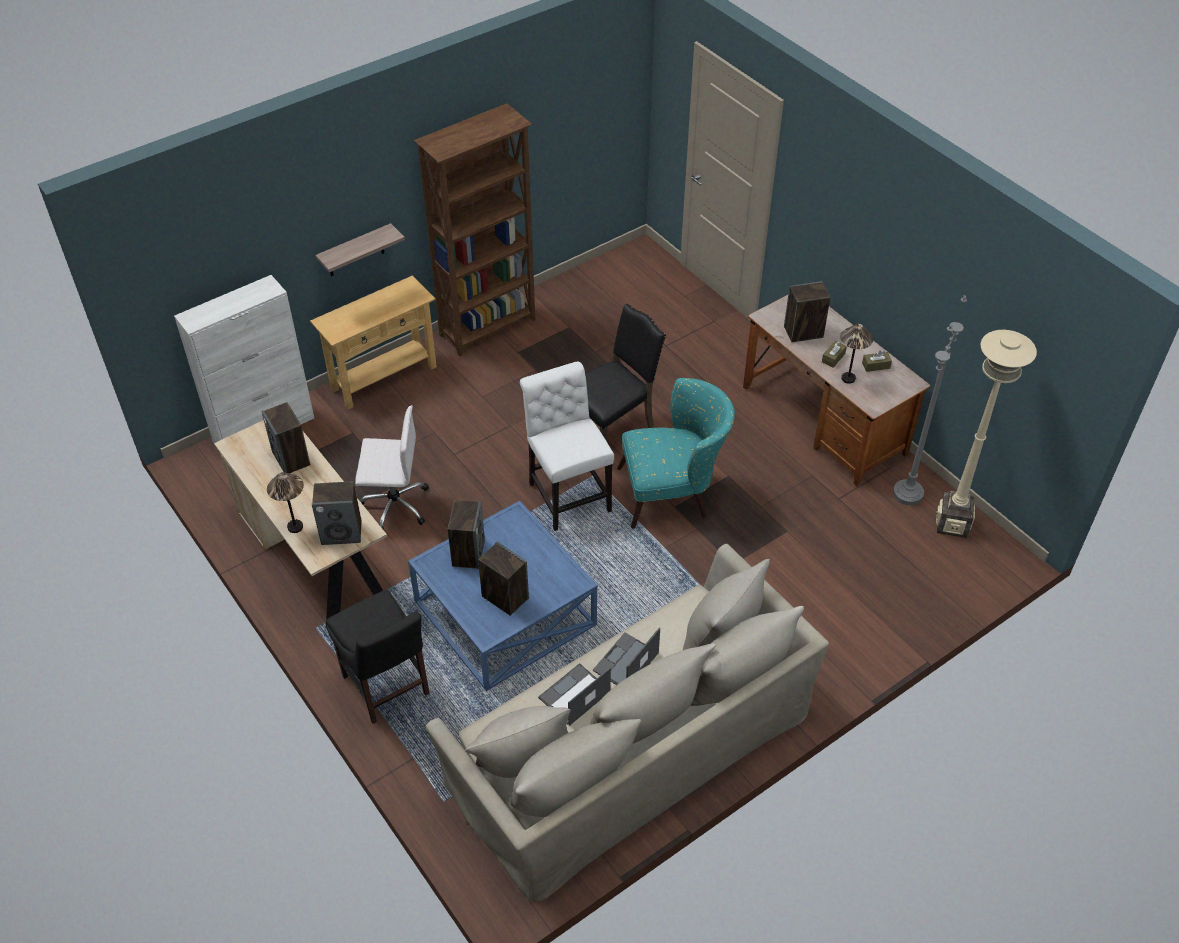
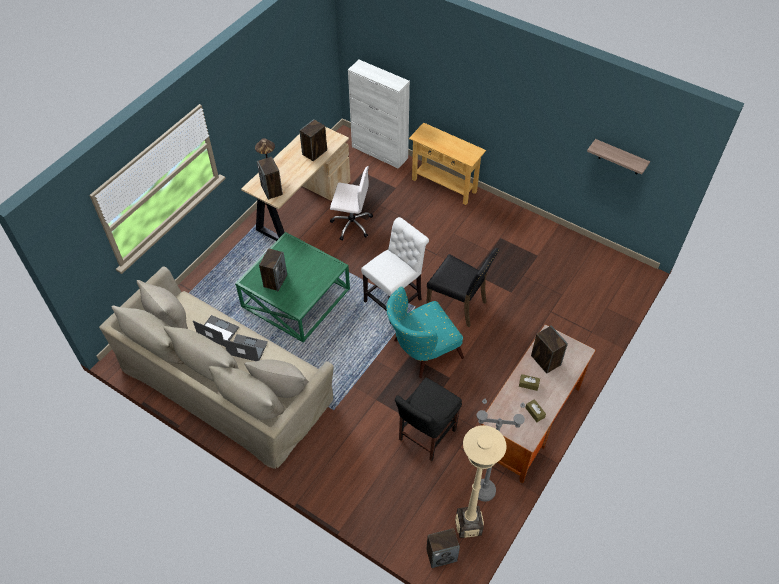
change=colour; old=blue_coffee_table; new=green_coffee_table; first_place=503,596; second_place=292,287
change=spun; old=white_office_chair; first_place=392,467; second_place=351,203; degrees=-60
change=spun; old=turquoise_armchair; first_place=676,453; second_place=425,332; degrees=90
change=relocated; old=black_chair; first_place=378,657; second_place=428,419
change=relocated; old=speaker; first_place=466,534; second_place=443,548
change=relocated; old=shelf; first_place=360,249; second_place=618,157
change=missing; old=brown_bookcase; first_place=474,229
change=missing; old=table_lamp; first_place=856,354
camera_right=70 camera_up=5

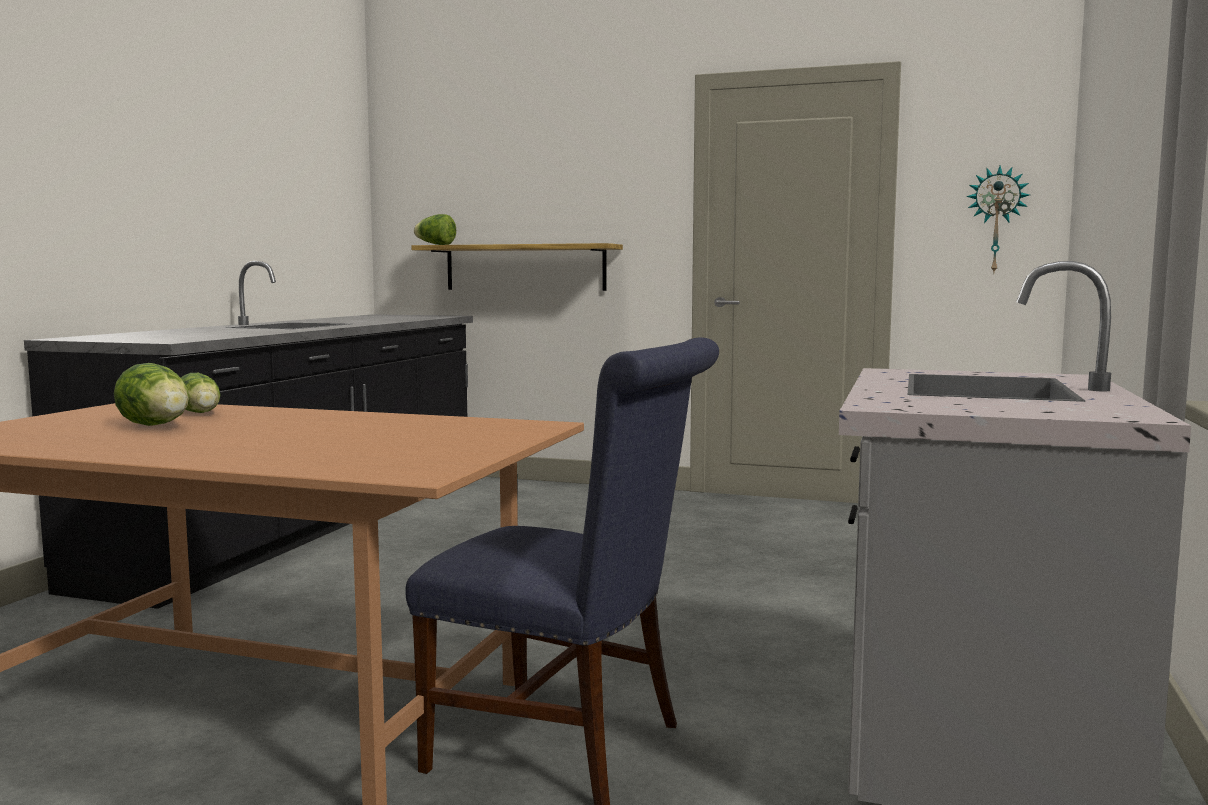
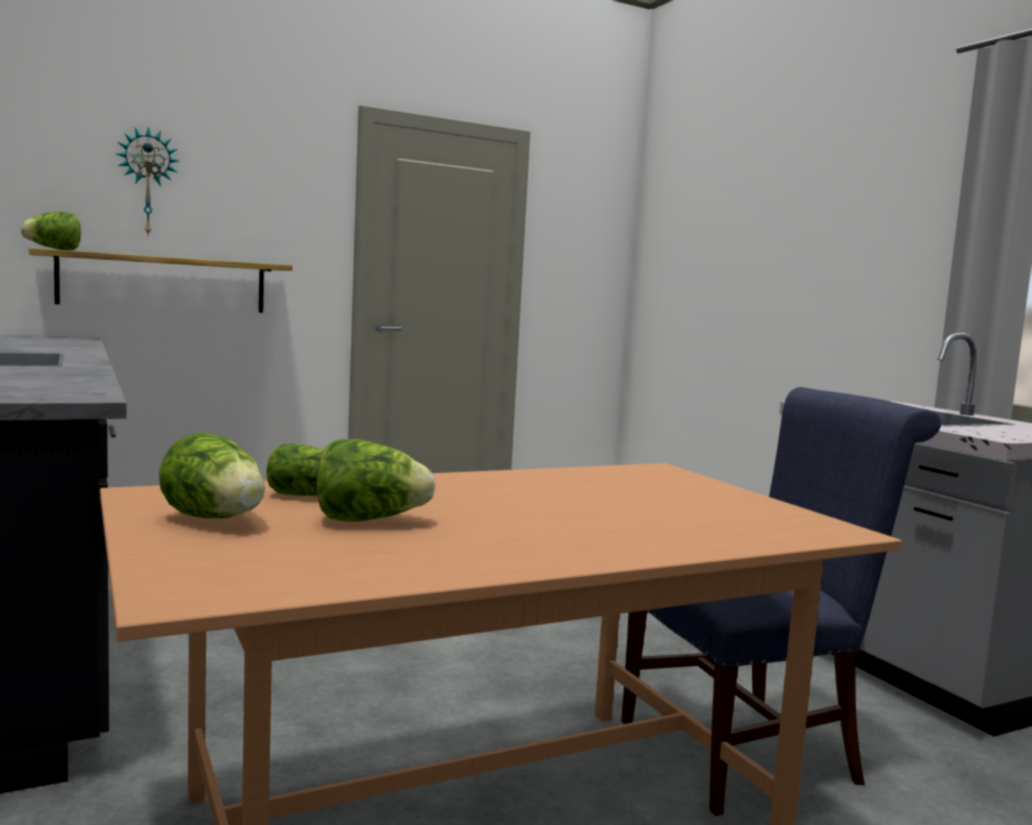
change=relocated; old=wall_clock; first_place=997,220; second_place=147,180
change=appeared; new=lettuce; second_place=212,476
camera_right=-45 camera_up=0

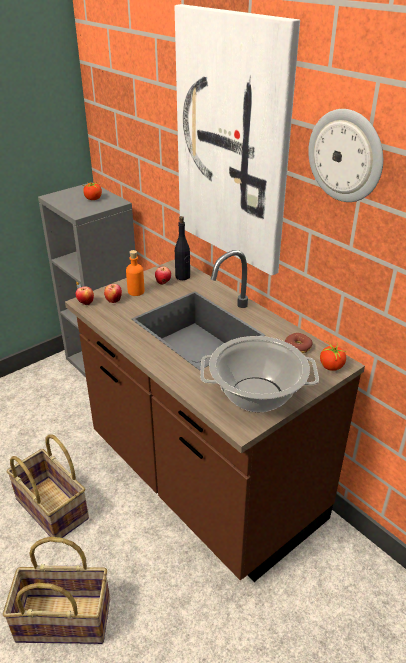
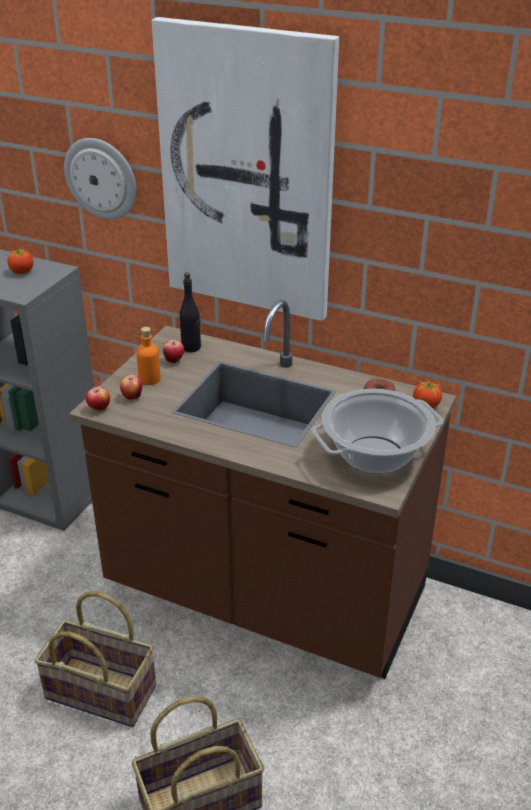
change=relocated; old=wall_clock; first_place=345,155; second_place=100,179
camera_right=-25 camera_up=0

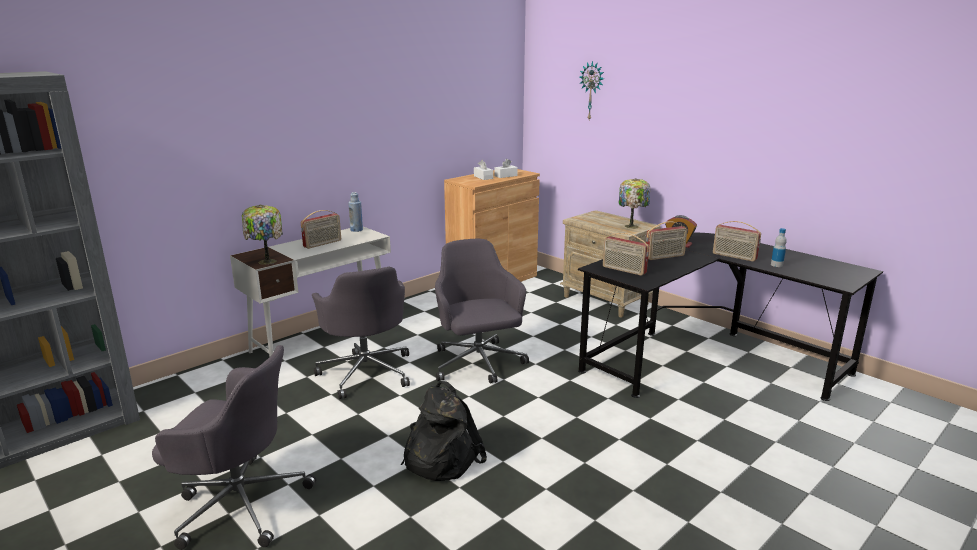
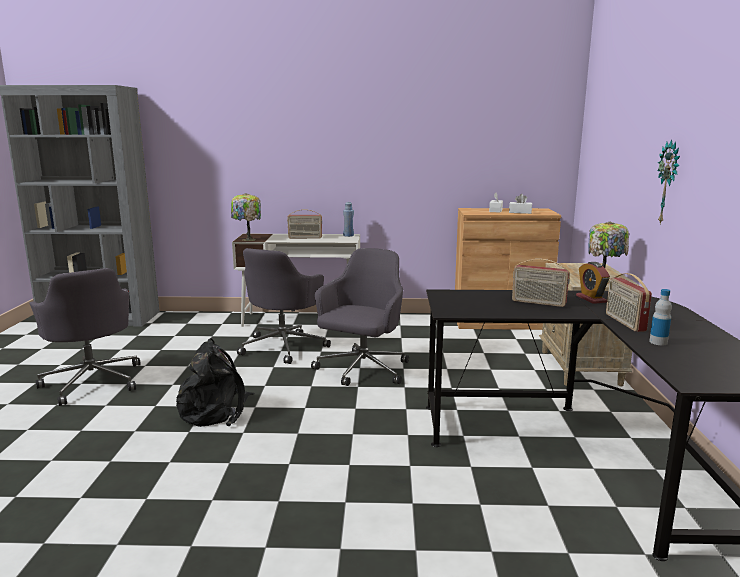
change=relocated; old=wall_clock; first_place=591,90; second_place=669,181
change=missing; old=radio; first_place=626,254
camera_right=45 camera_up=-5

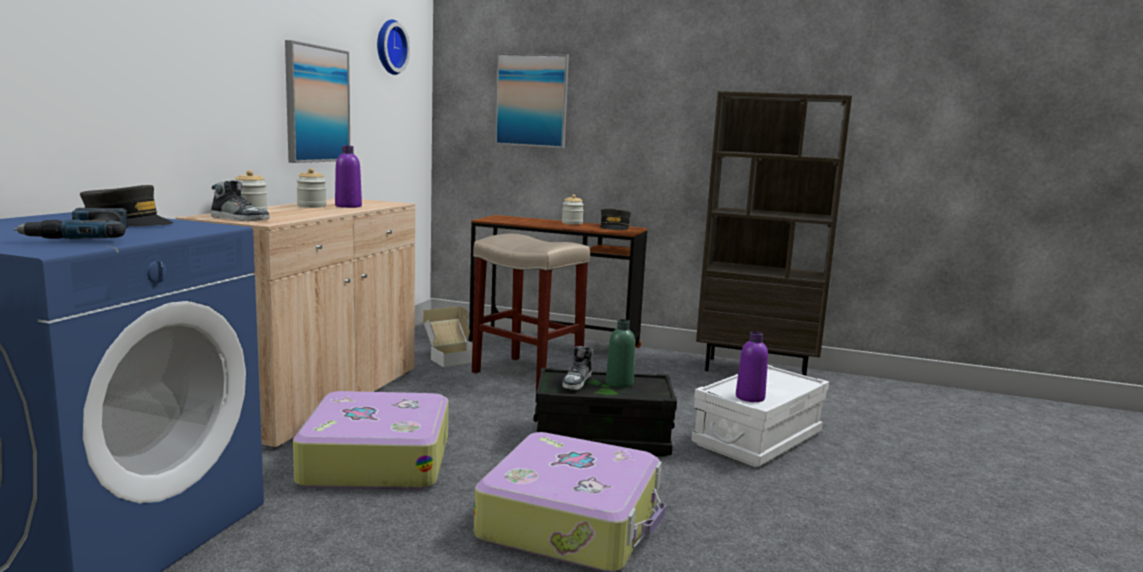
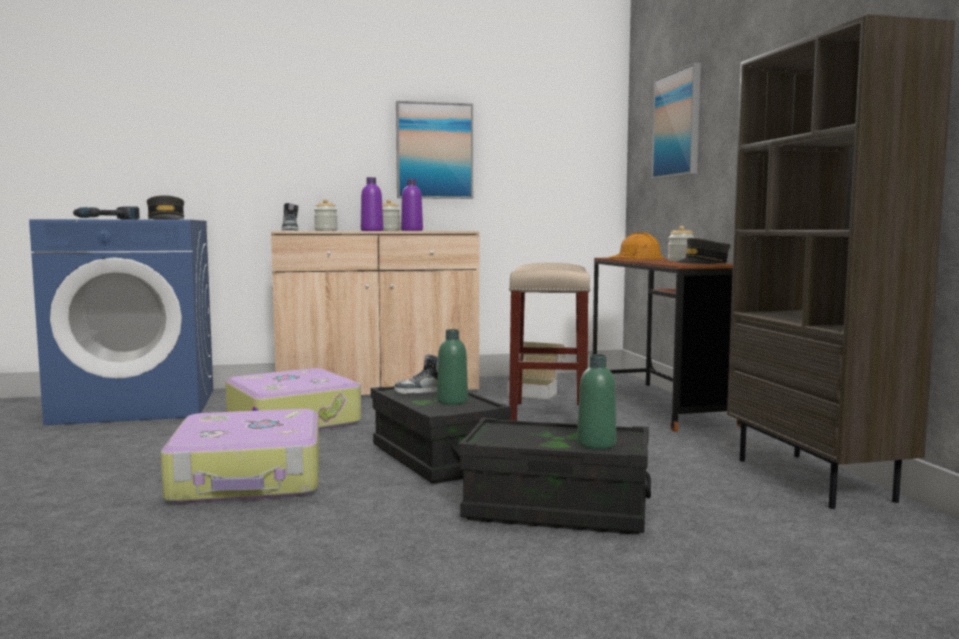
change=relocated; old=purple_bottle; first_place=752,366; second_place=372,204
change=colour; old=white_storage_box; new=black_storage_box; first_place=760,416; second_place=554,476
change=appeared; new=green_bottle; second_place=596,401
change=appeared; new=orange_hard_hat; second_place=635,246
change=missing; old=wall_clock; first_place=393,47
camera_right=60 camera_up=-5

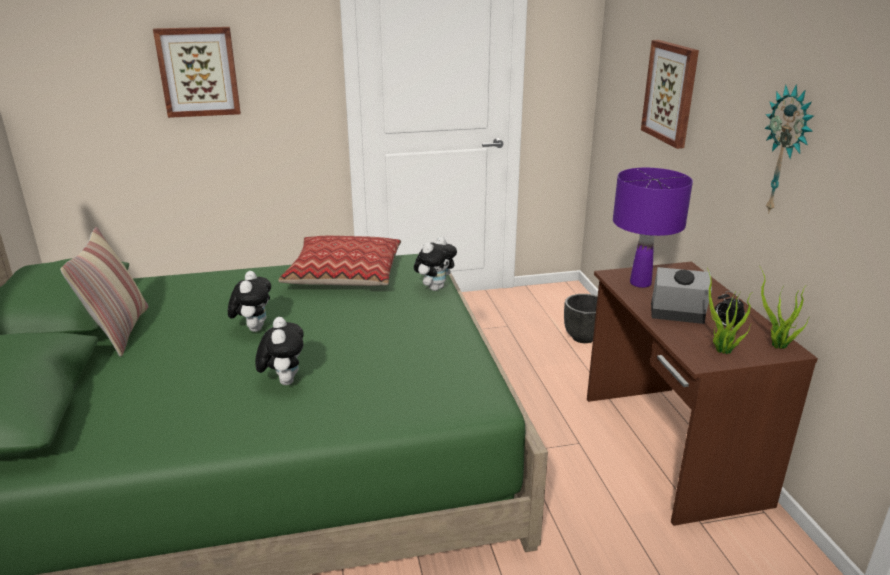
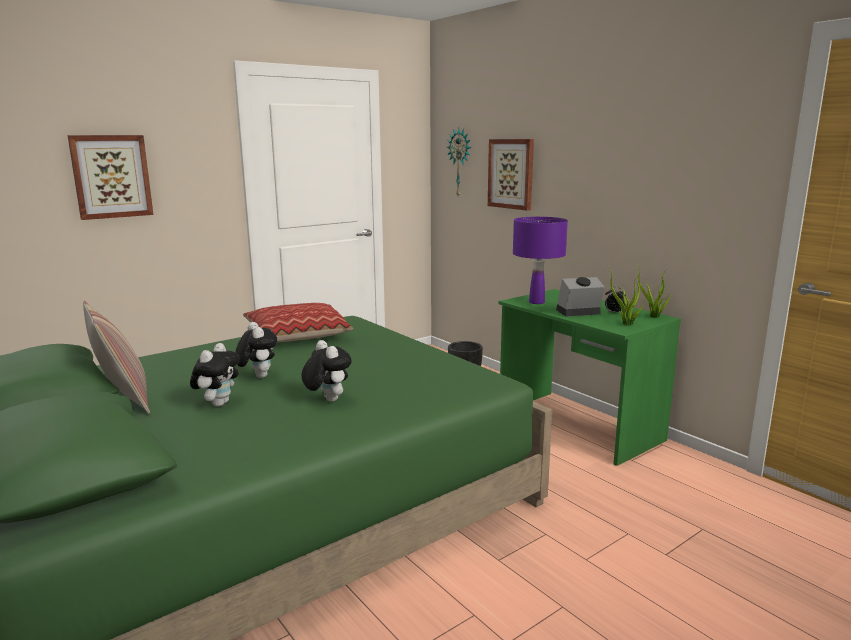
change=relocated; old=plush_toy; first_place=435,264; second_place=215,375
change=relocated; old=wall_clock; first_place=789,149; second_place=459,162
change=colour; old=brown_desk; new=green_desk; first_place=702,394; second_place=589,377
camera_right=-25 camera_up=-10

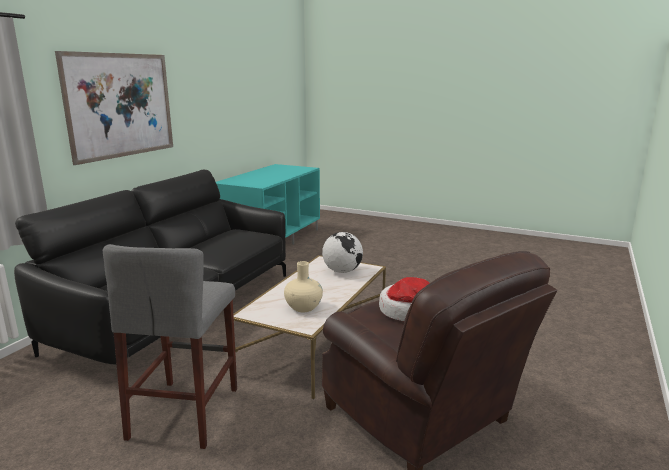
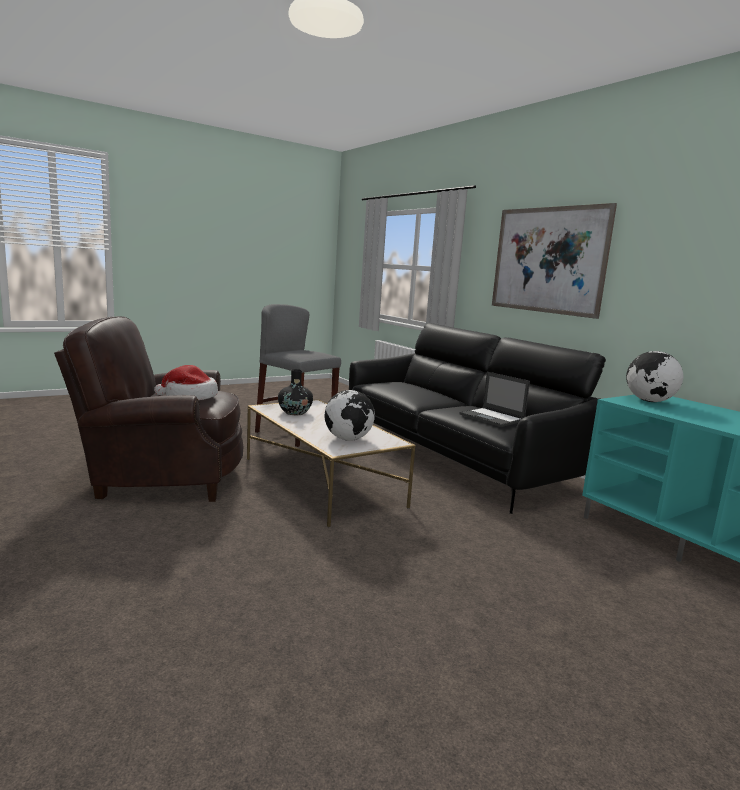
change=colour; old=beige_vase; new=black_vase; first_place=303,286; second_place=295,392
change=appeared; new=laptop; second_place=494,399
change=appeared; new=globe; second_place=654,376
camera_right=120 camera_up=-5

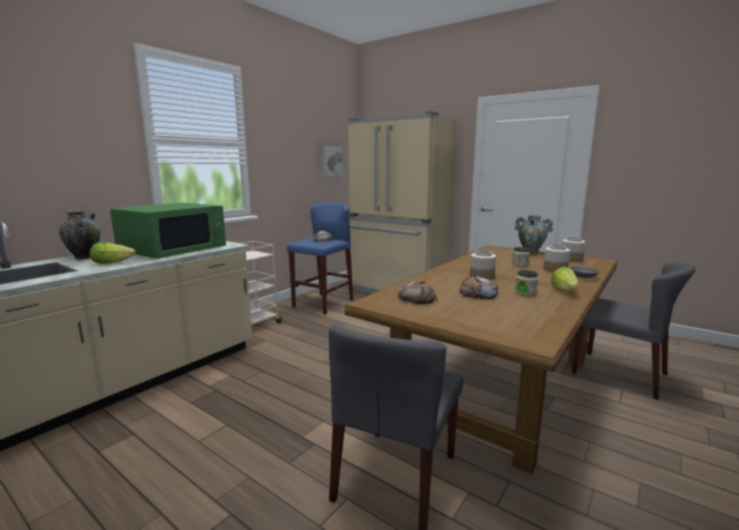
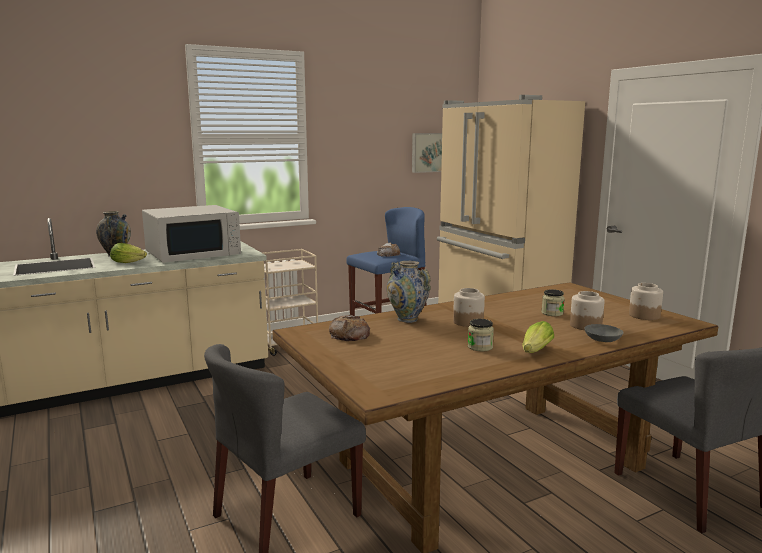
change=colour; old=green_microwave; new=white_microwave; first_place=168,231; second_place=191,234
change=relocated; old=vase; first_place=534,234; second_place=409,292
change=missing; old=bread; first_place=478,287
camera_right=25 camera_up=0

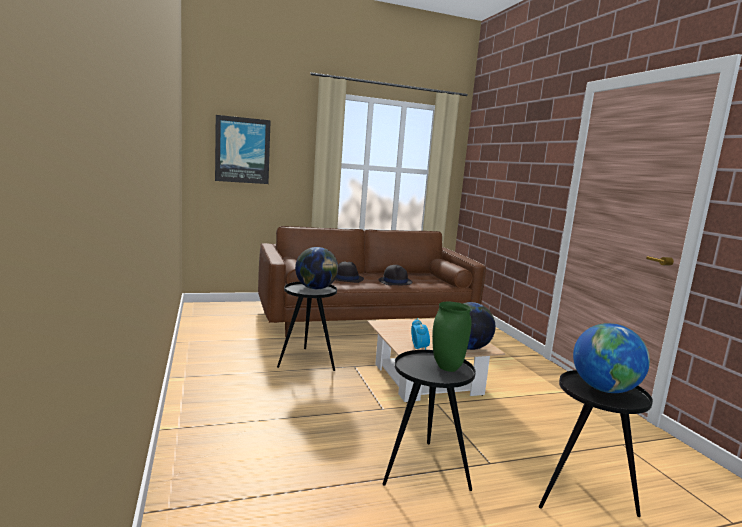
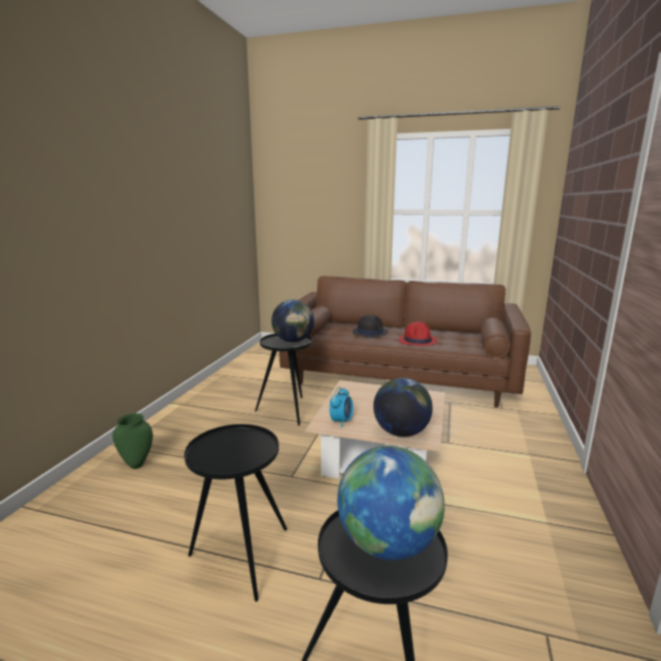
change=relocated; old=green_vase; first_place=452,337; second_place=133,441
change=colour; old=black_hat; new=red_hat; first_place=395,275; second_place=418,334
change=missing; old=picture; first_place=243,149
camera_right=35 camera_up=5

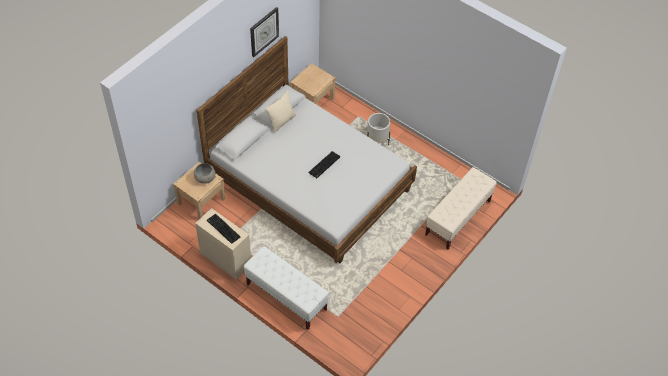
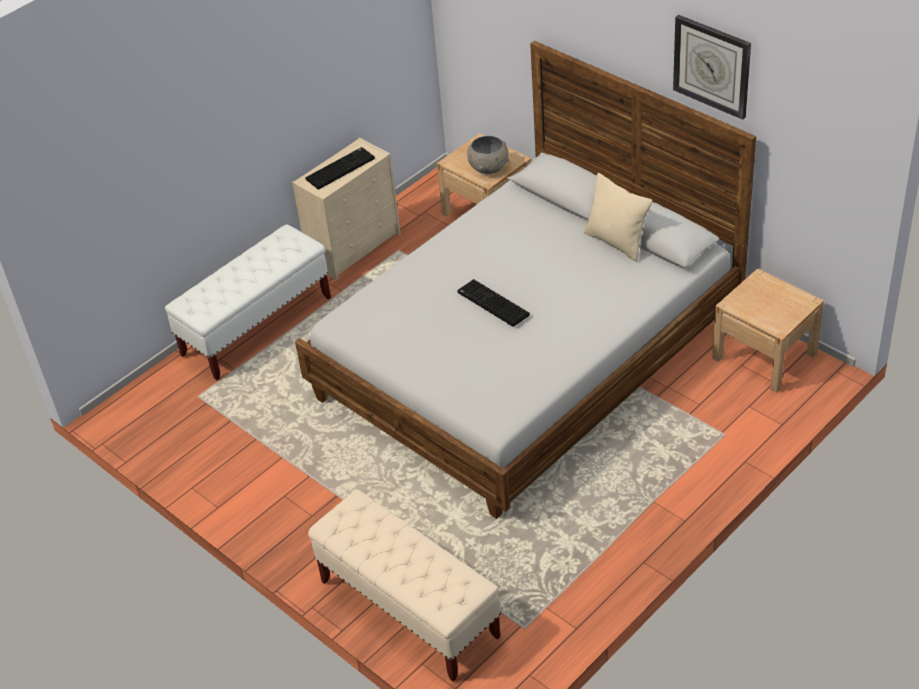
change=missing; old=white_planter; first_place=378,129
camera_right=100 camera_up=-10

